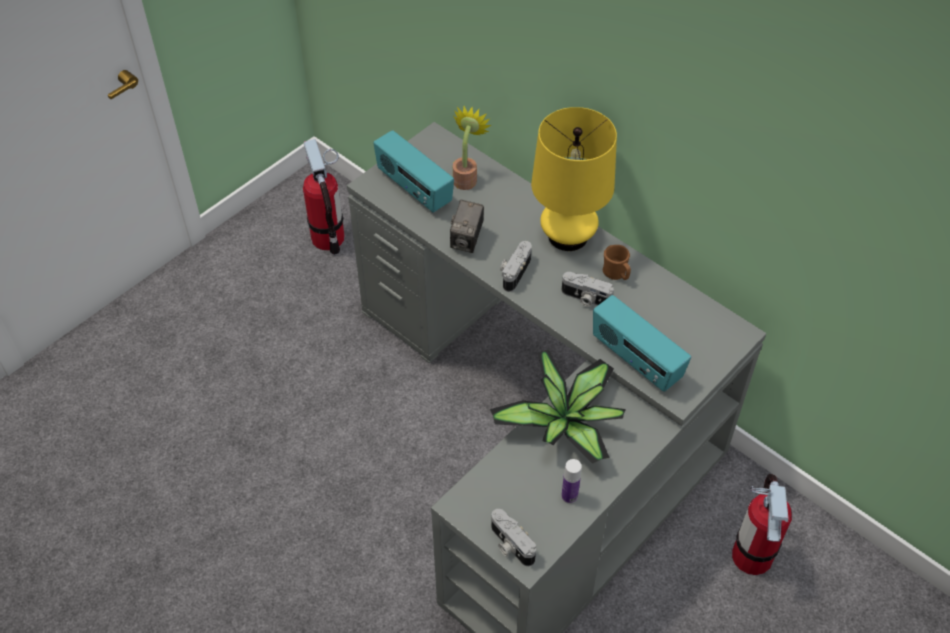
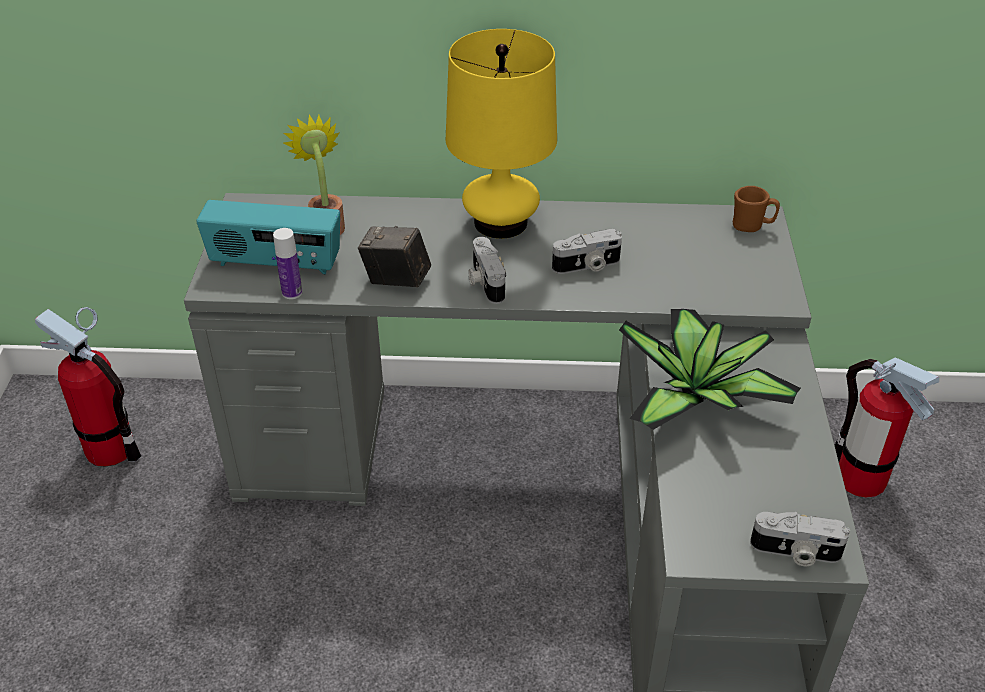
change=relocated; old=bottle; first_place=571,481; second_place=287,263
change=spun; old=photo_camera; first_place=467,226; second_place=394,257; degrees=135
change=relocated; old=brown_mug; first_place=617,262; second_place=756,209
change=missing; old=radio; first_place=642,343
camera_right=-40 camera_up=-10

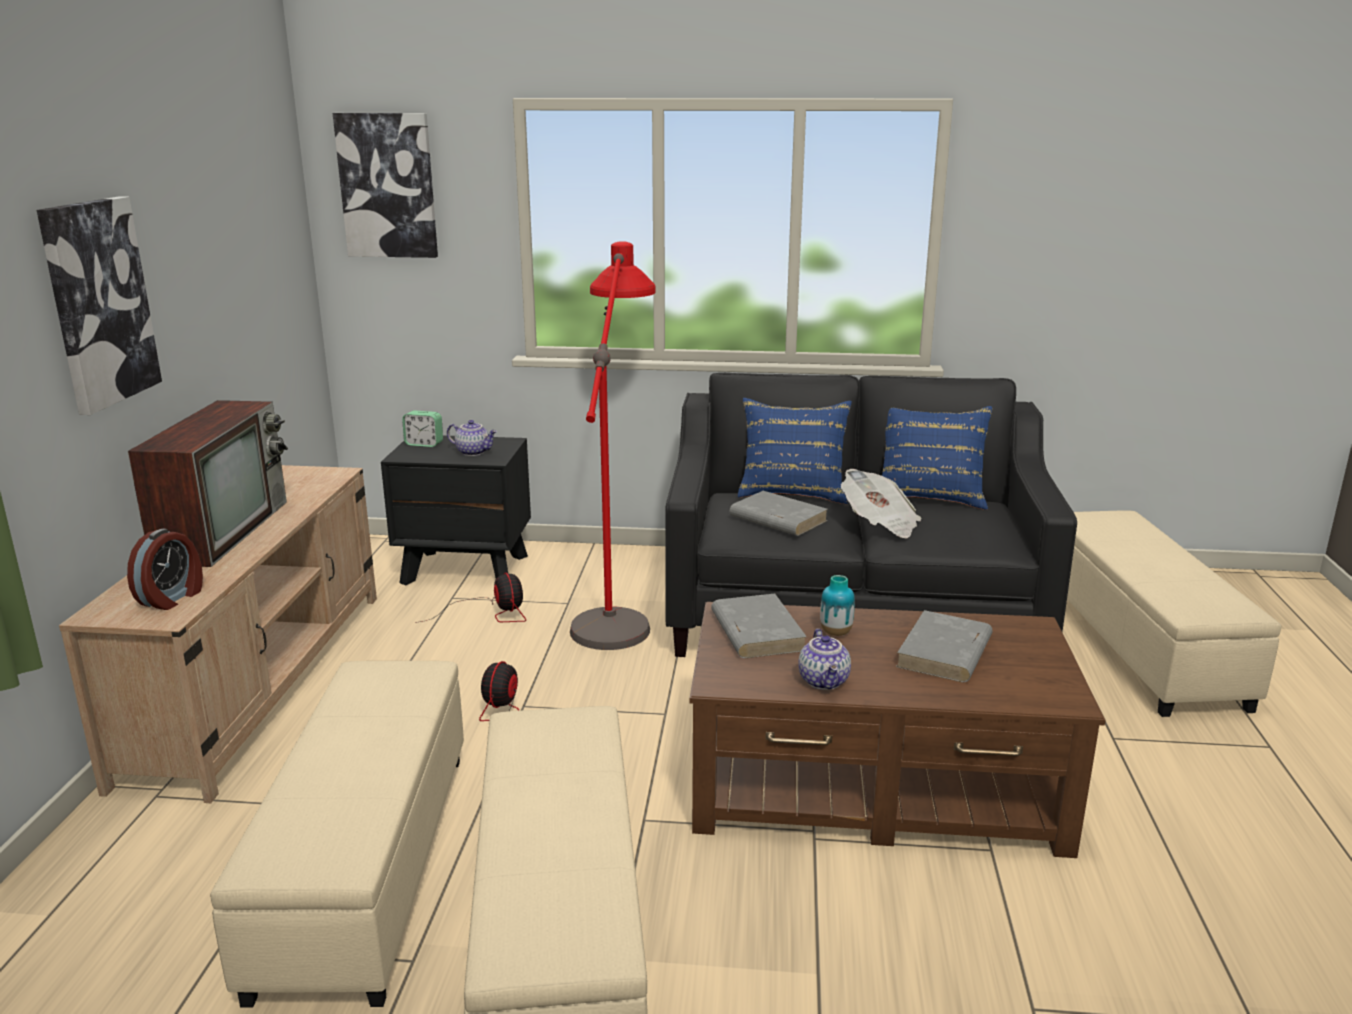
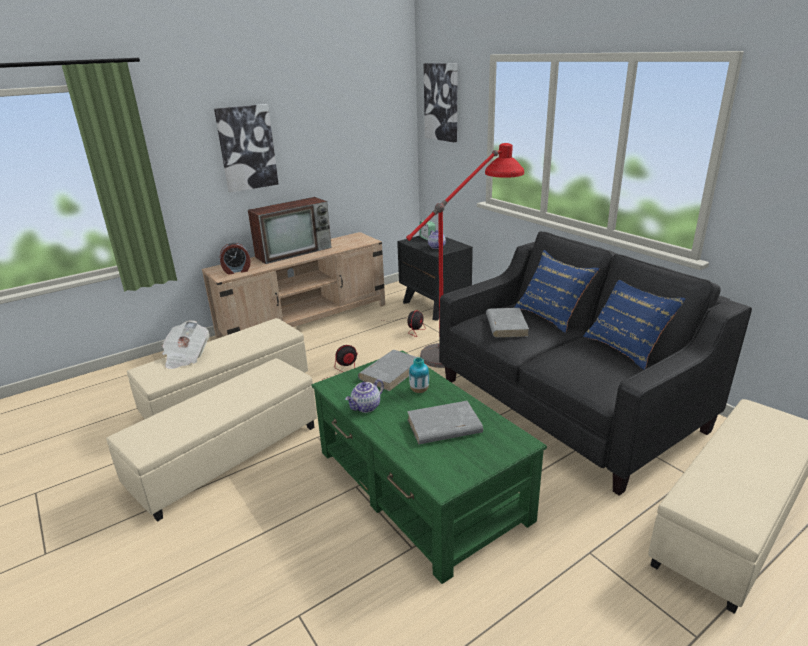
change=relocated; old=newspaper; first_place=881,503; second_place=185,345
change=colour; old=brown_coffee_table; new=green_coffee_table; first_place=897,730; second_place=429,467
camera_right=50 camera_up=5

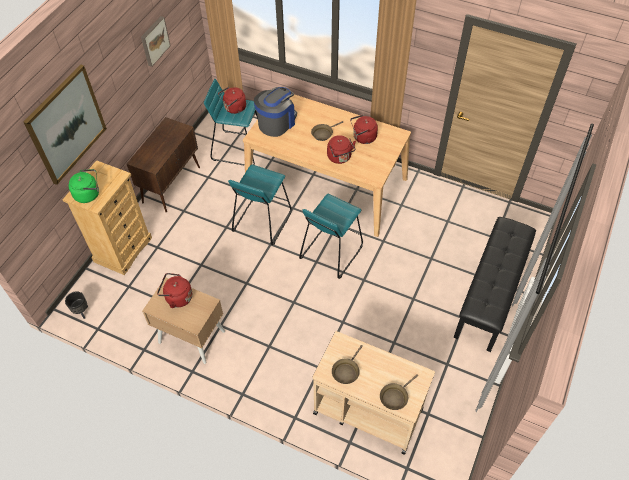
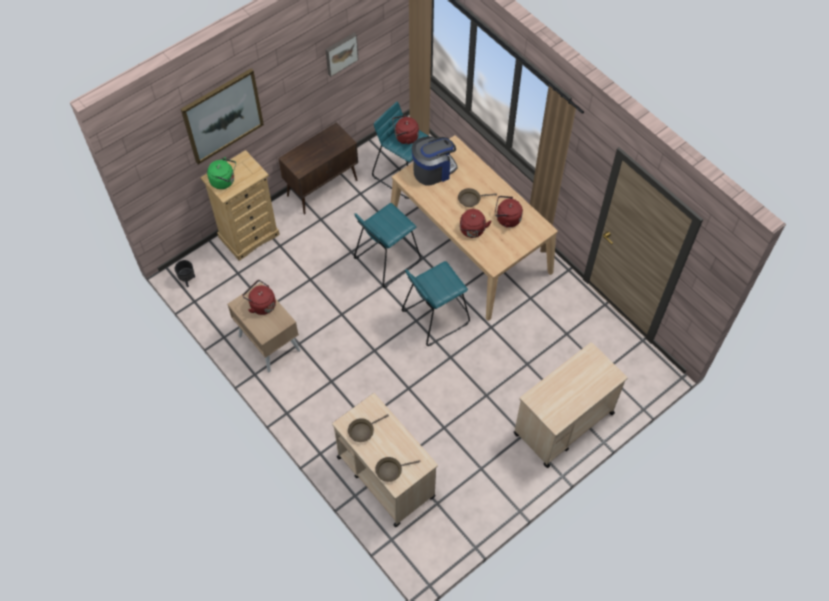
change=exchanged; old=black_bench; new=beige_cart; first_place=494,284; second_place=571,405
camera_right=25 camera_up=5

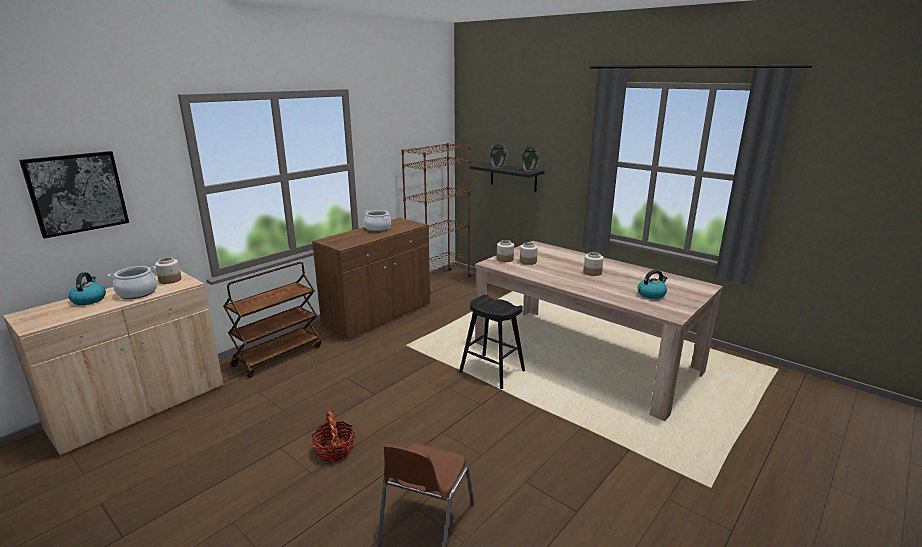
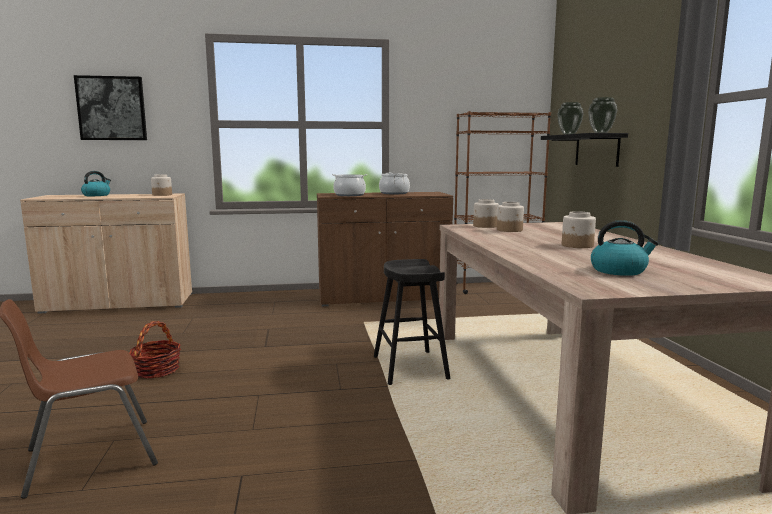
change=relocated; old=cooking_pot; first_place=132,282; second_place=349,185
change=missing; old=brown_cart; first_place=272,320
camera_right=40 camera_up=-10

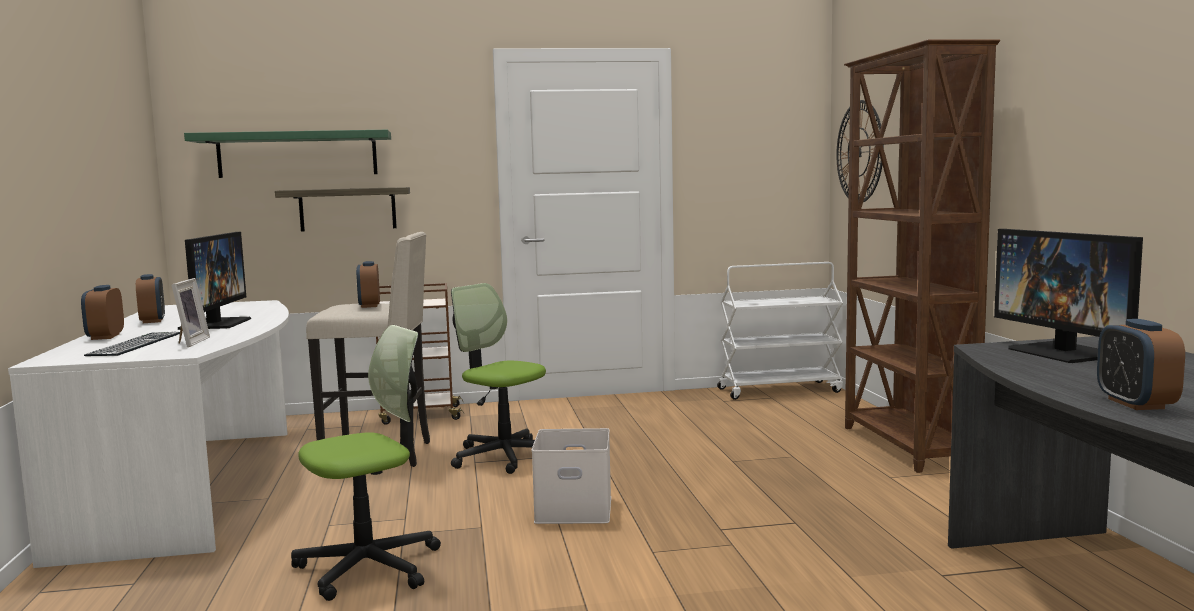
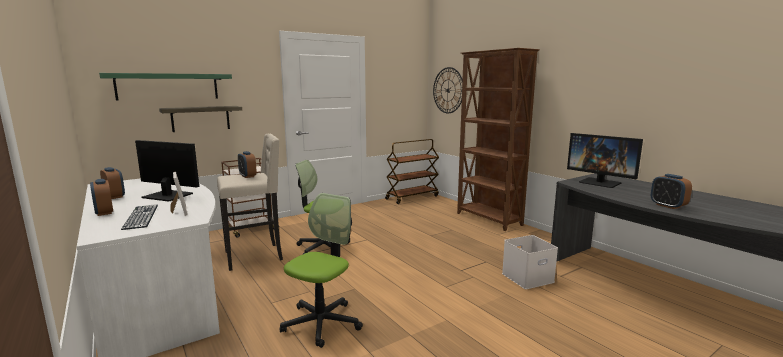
change=spun; old=monitor; first_place=214,281; second_place=167,171; degrees=-45
change=colour; old=white_cart; new=brown_cart; first_place=780,331; second_place=412,171
change=relocated; old=white_storage_box; first_place=571,476; second_place=530,262
camera_right=-25 camera_up=5

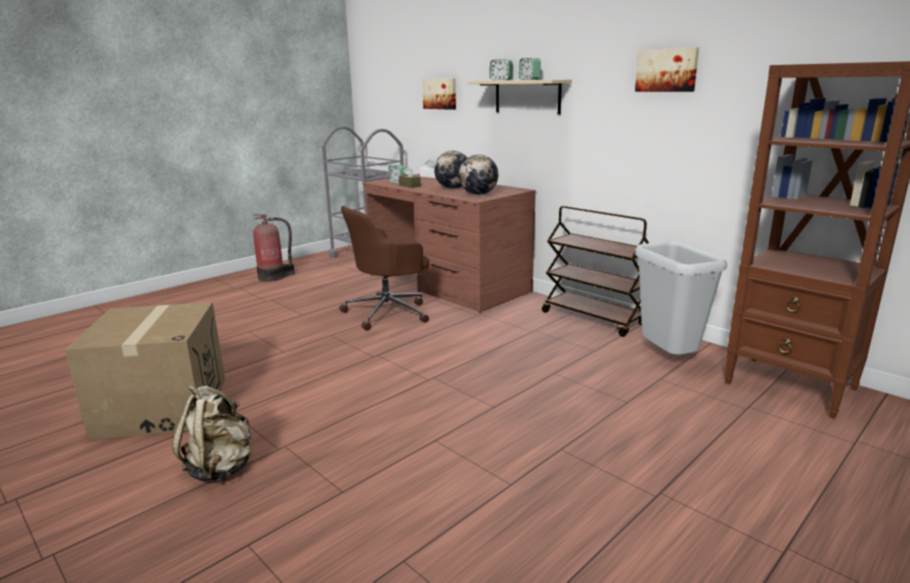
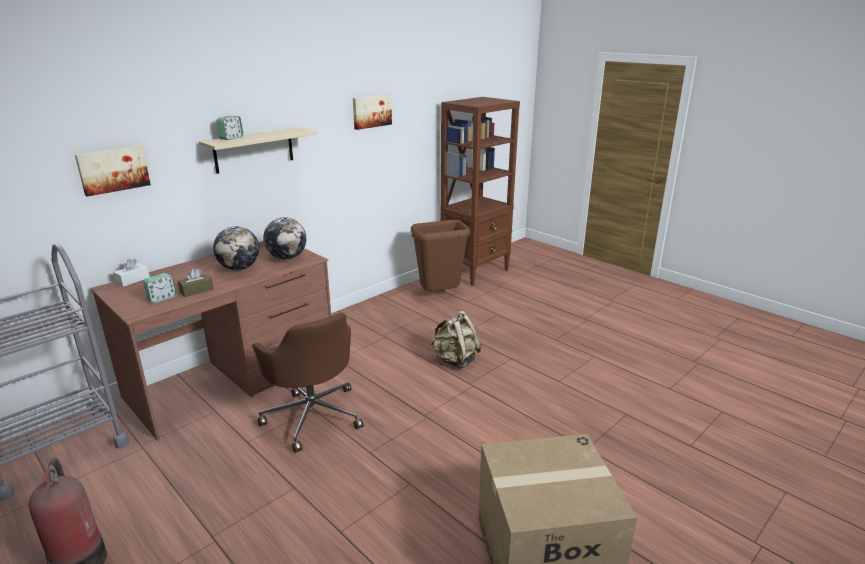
change=colour; old=grey_trash_can; new=brown_trash_can; first_place=681,298; second_place=440,255
change=relocated; old=beige_backpack; first_place=211,434; second_place=456,340
change=missing; old=alarm_clock; first_place=530,69
change=missing; old=brown_cart; first_place=595,271
camera_right=-90 camera_up=5

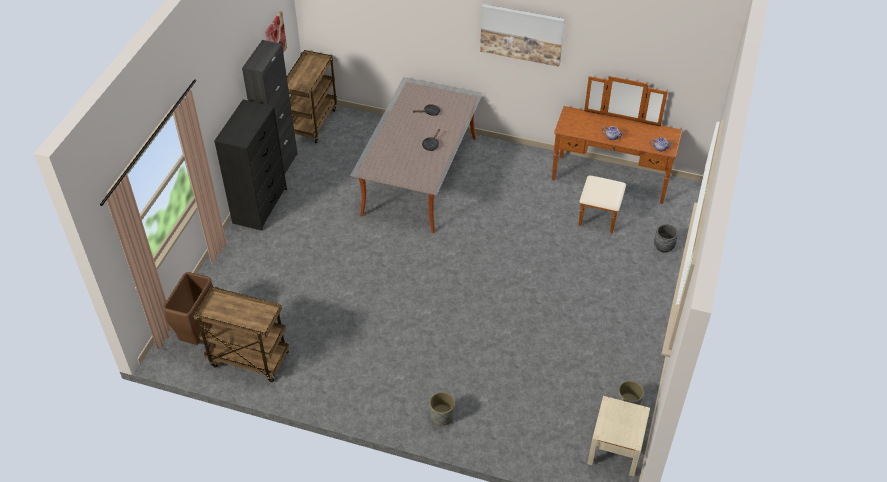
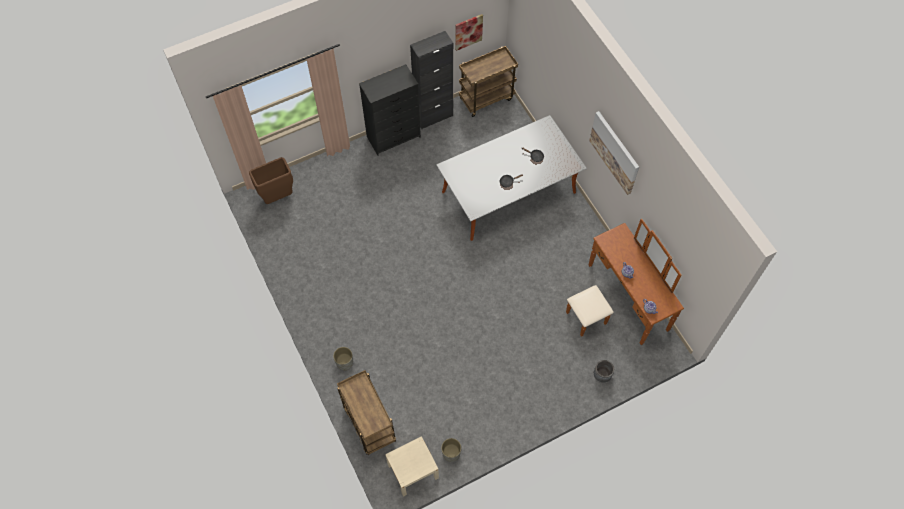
change=relocated; old=brown_cart; first_place=241,334; second_place=366,412
camera_right=45 camera_up=15

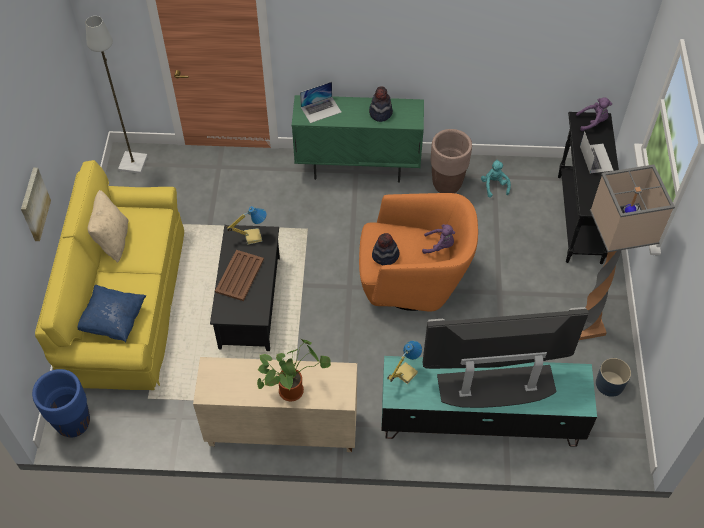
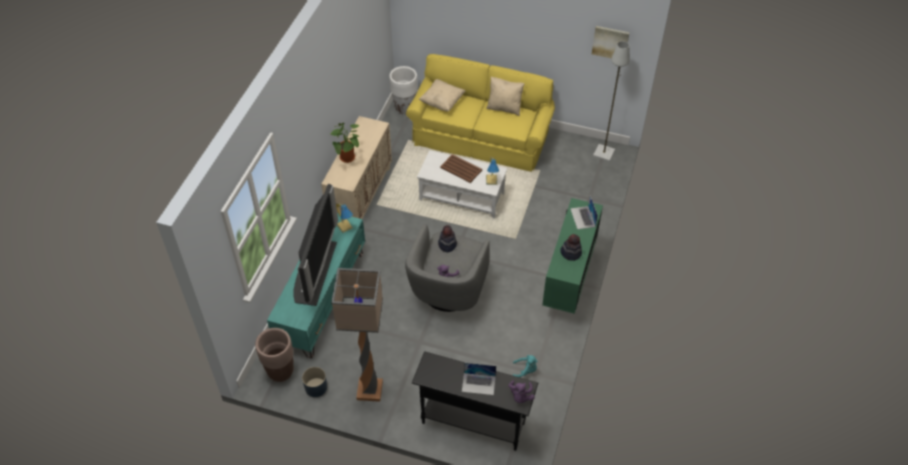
change=relocated; old=brown_planter; first_place=451,161; second_place=274,355
change=colour; old=blue_planter; new=white_planter; first_place=61,403; second_place=403,90
change=colour; old=orange_armchair; new=grey_armchair; first_place=418,252; second_place=447,268
change=colour; old=black_coffee_table; new=white_coffee_table; first_place=245,288; second_place=462,184
change=colour; old=blue_pillow; new=beige_pillow; first_place=112,313; second_place=441,95
change=relocated; old=picture; first_place=36,204; second_place=611,42
camera_right=105 camera_up=-5

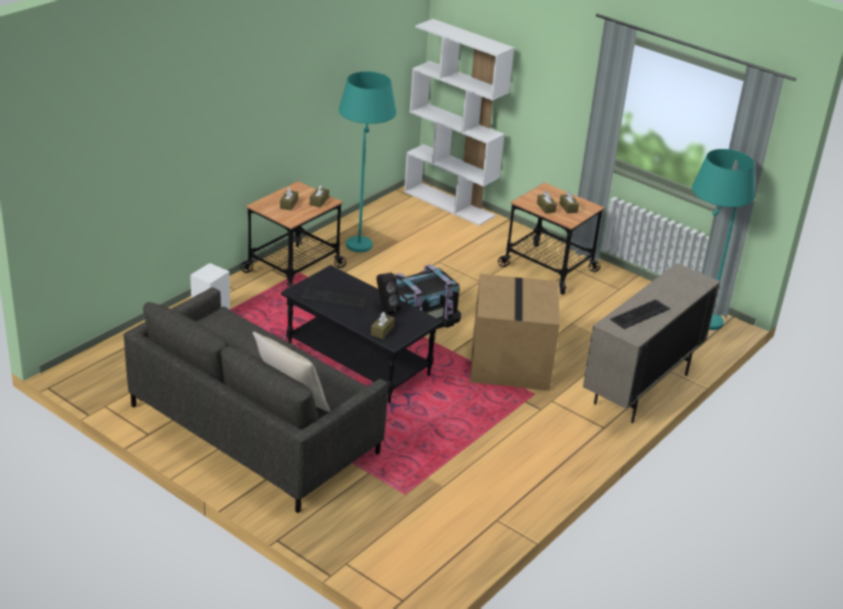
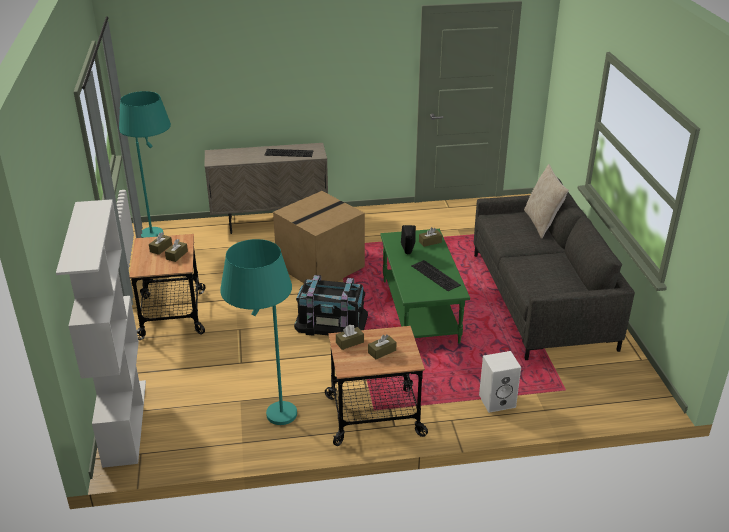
change=colour; old=black_coffee_table; new=green_coffee_table; first_place=361,334; second_place=425,286
camera_right=-135 camera_up=0

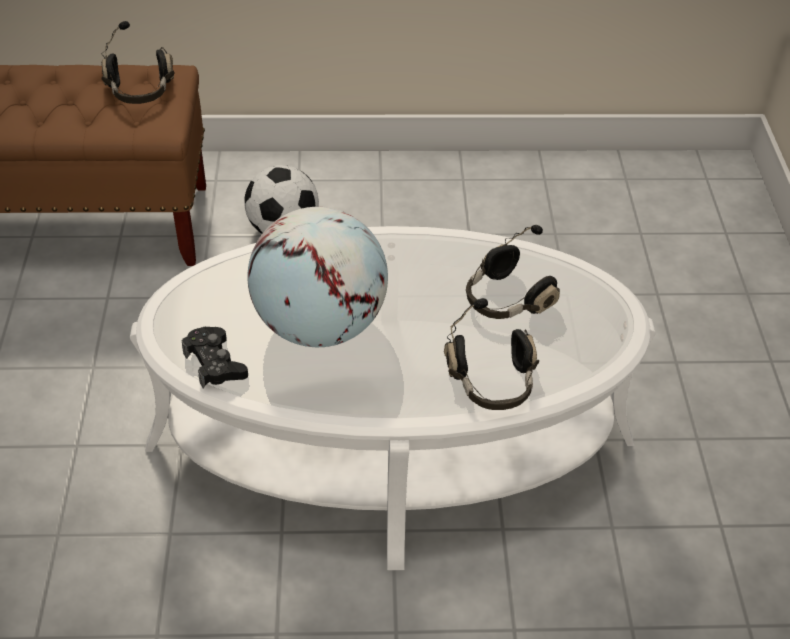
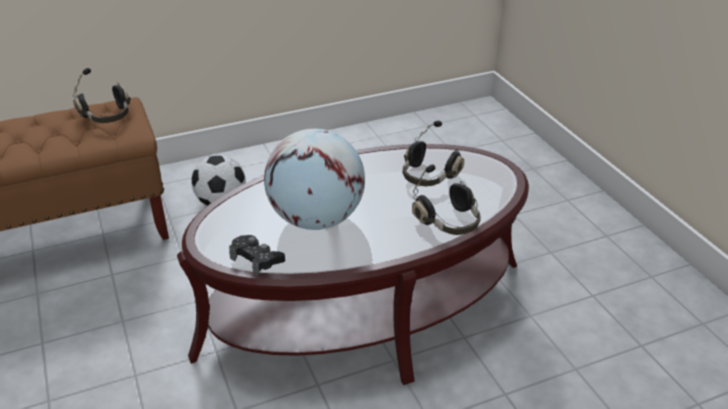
change=colour; old=white_coffee_table; new=brown_coffee_table; first_place=393,398; second_place=353,264
camera_right=-20 camera_up=-10

